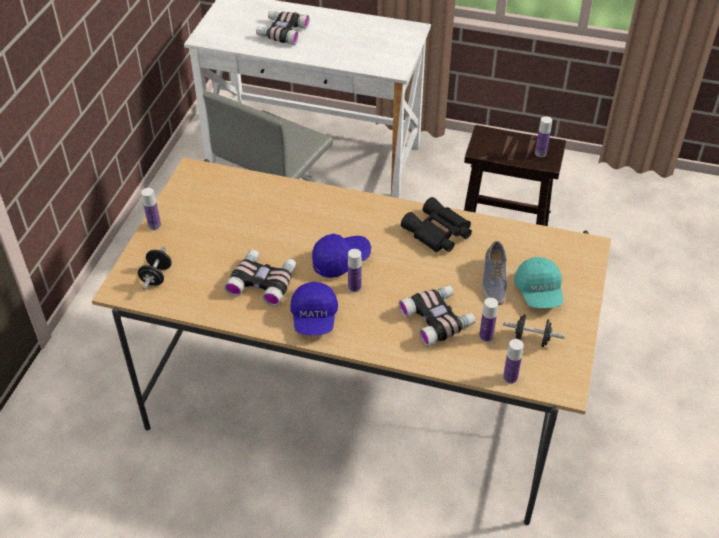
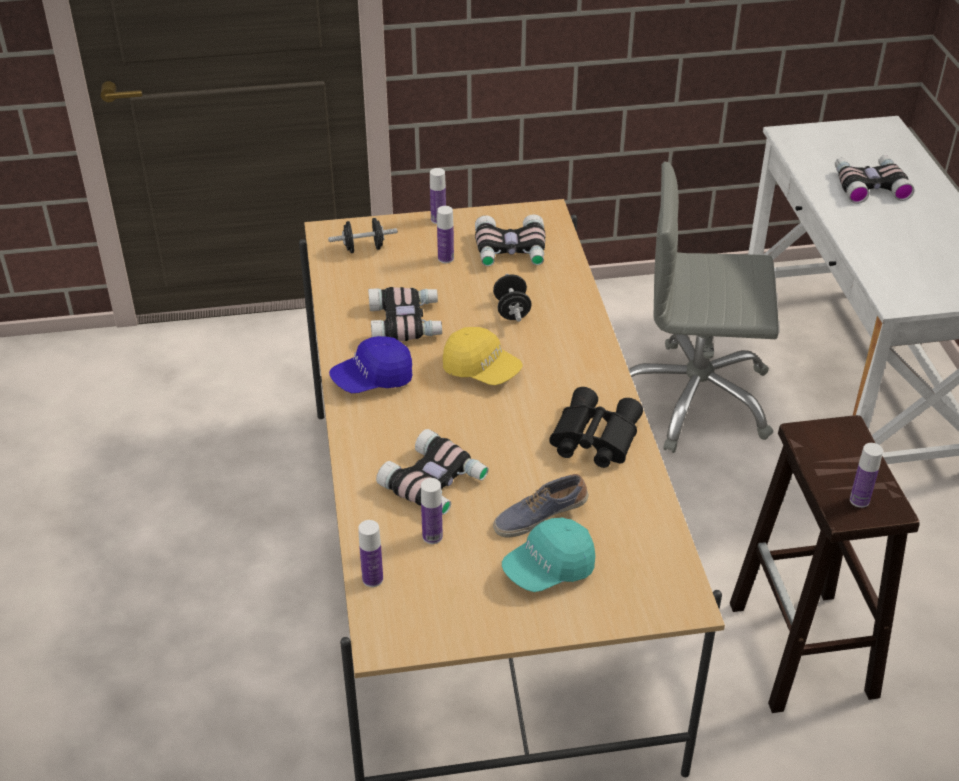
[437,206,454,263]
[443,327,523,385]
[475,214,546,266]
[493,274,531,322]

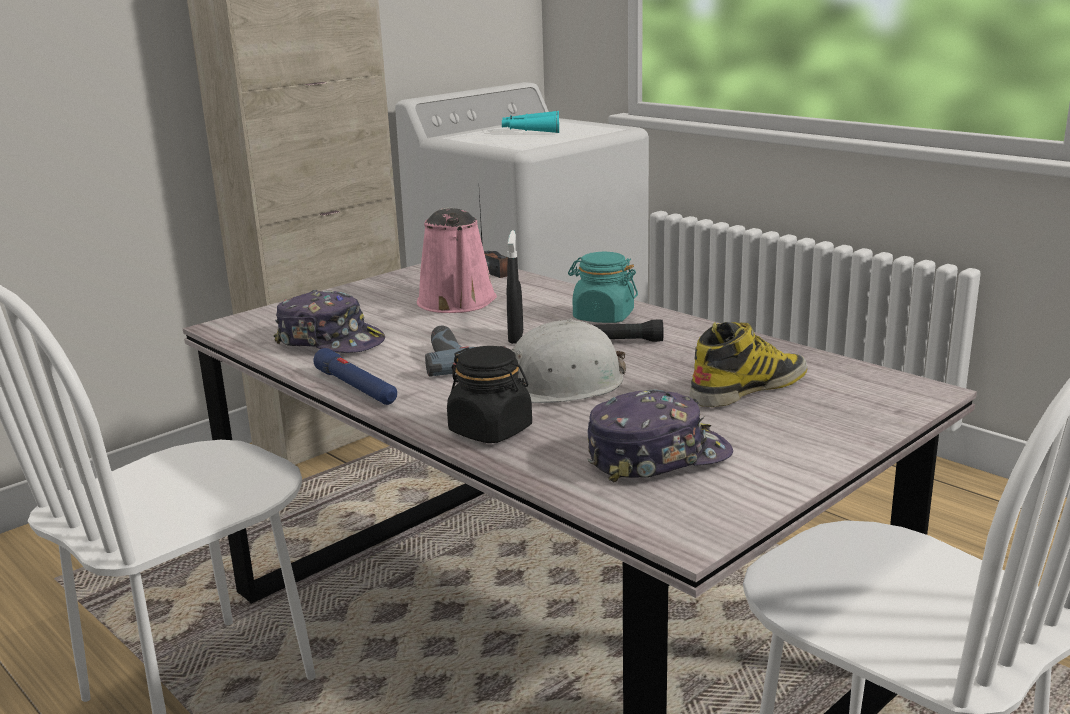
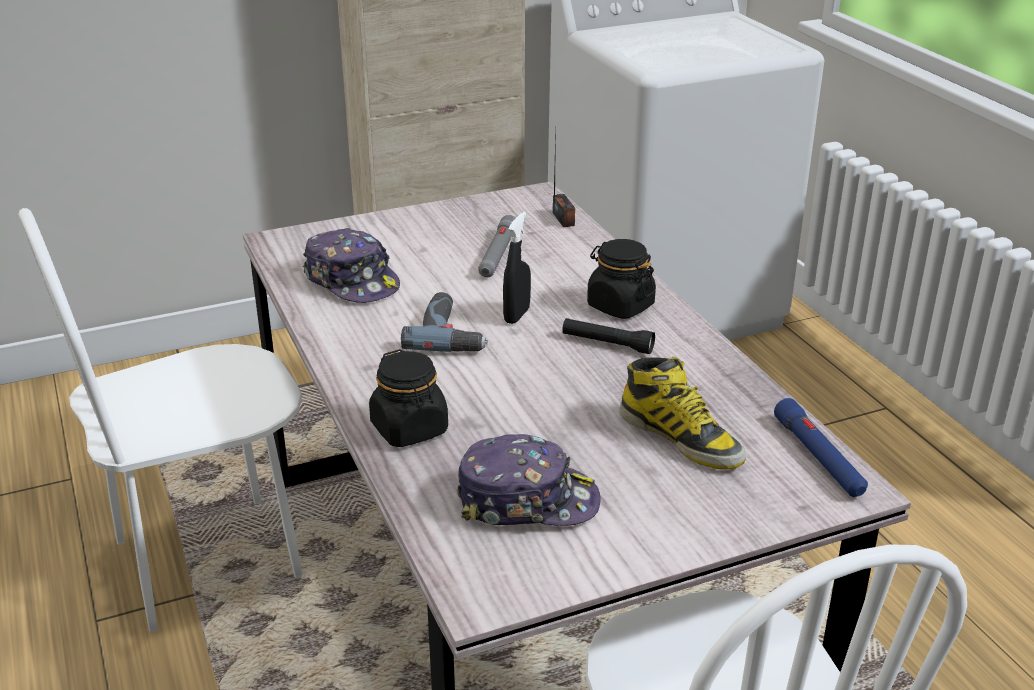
[478,215,516,277]
[587,239,656,319]
[619,357,746,470]
[774,398,868,497]
[502,111,559,133] (first image)
[511,319,626,403] (first image)

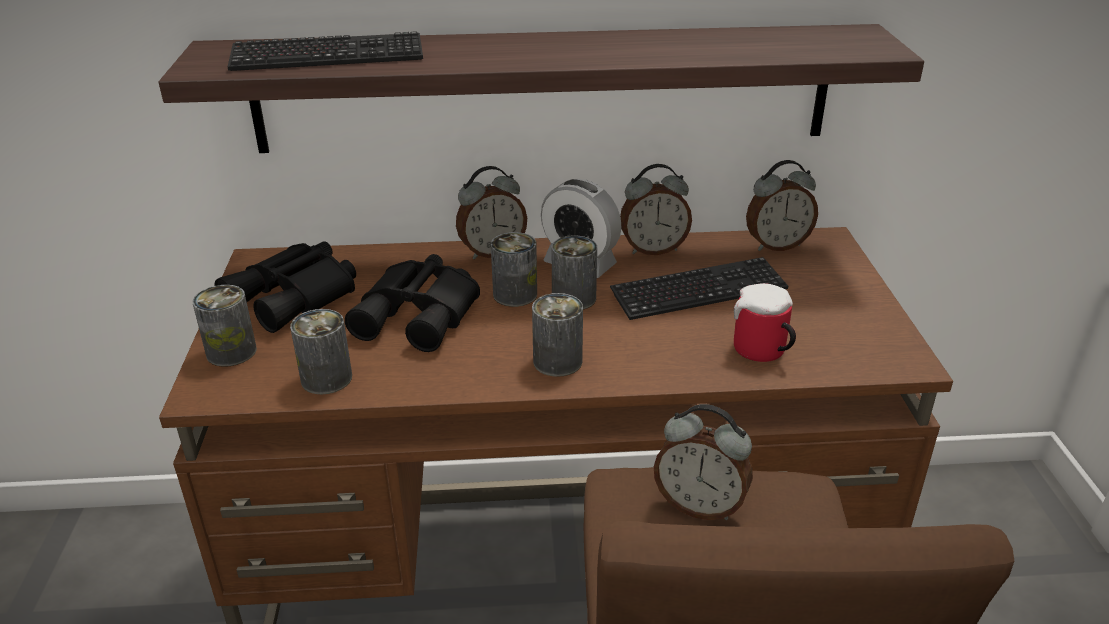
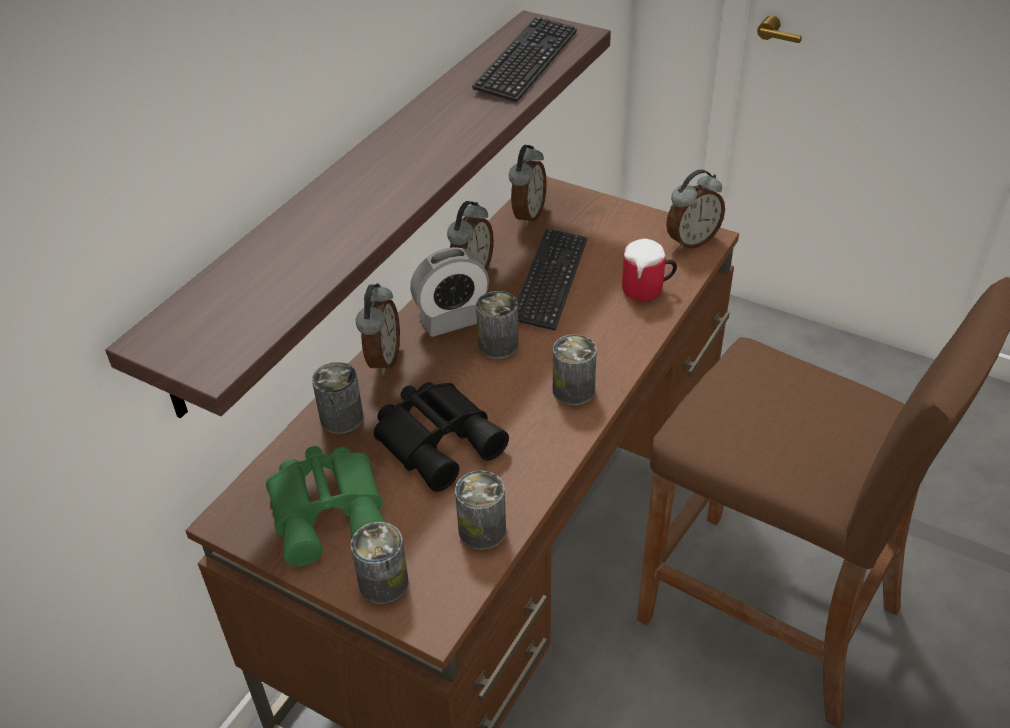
[266,446,385,567]
[312,362,364,434]
[472,17,577,102]
[666,170,725,250]

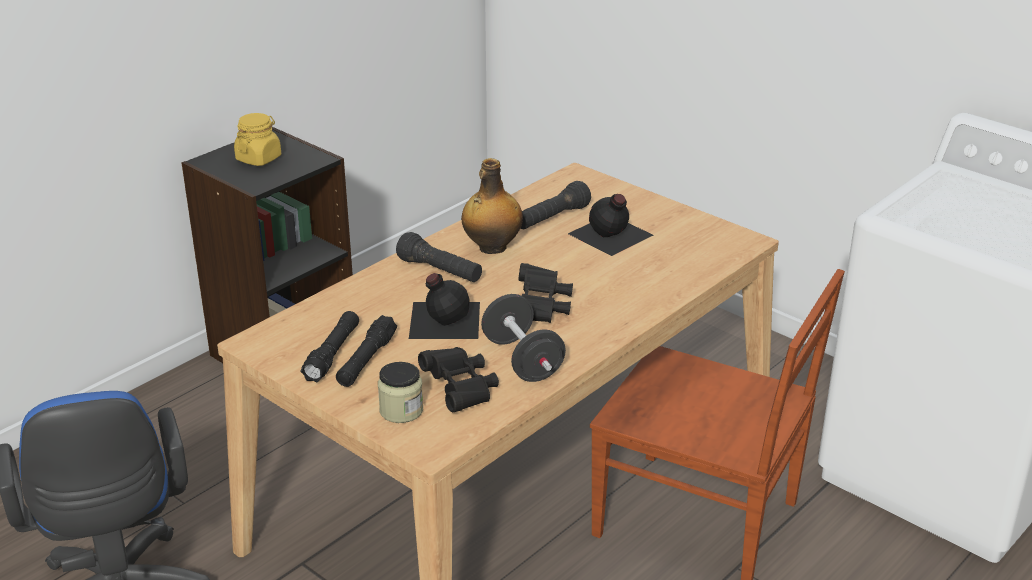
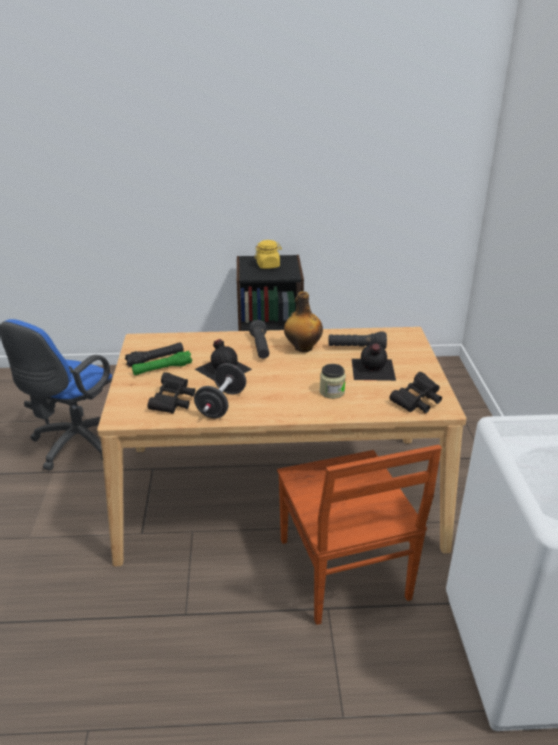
[132,351,192,375]
[320,364,346,399]
[389,372,442,413]

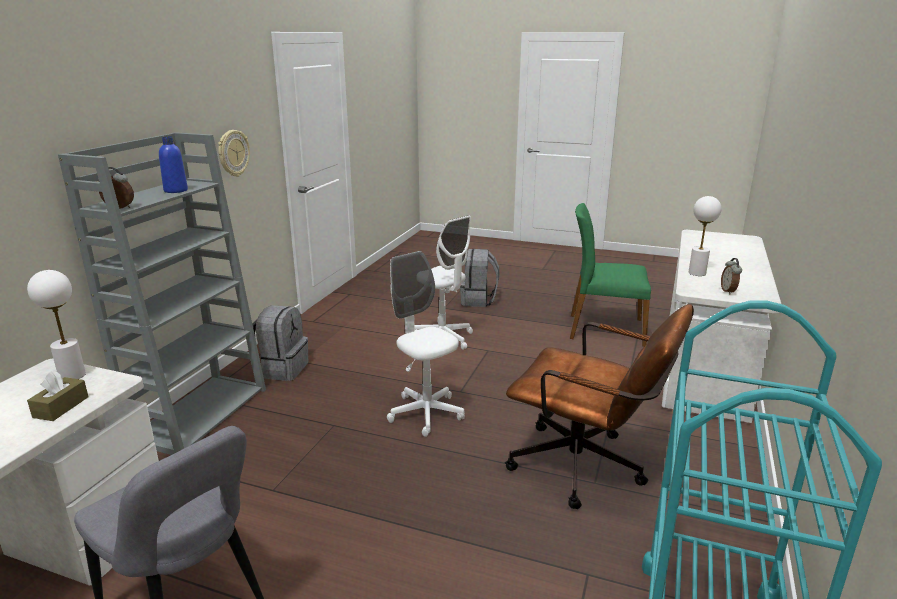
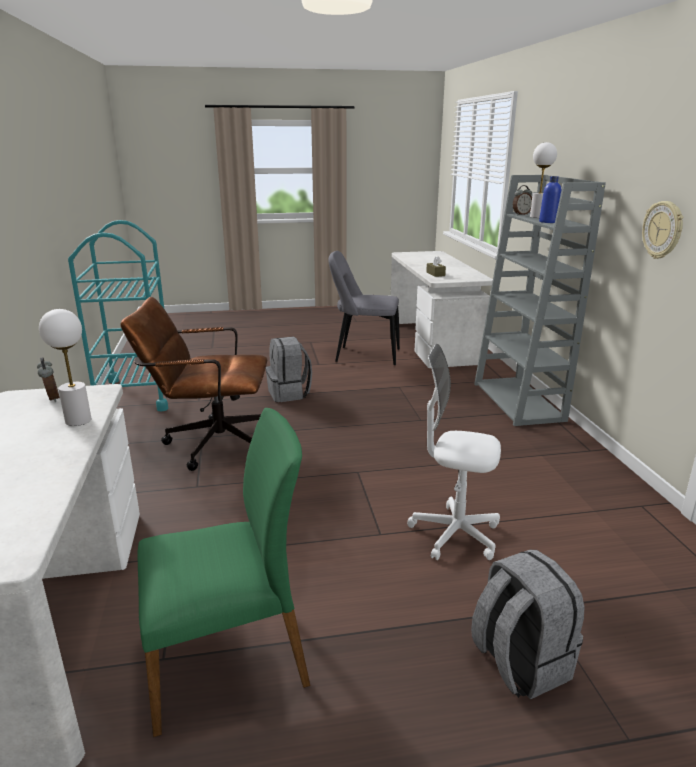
[266,336,312,402]
[530,142,557,218]
[387,251,465,437] (first image)

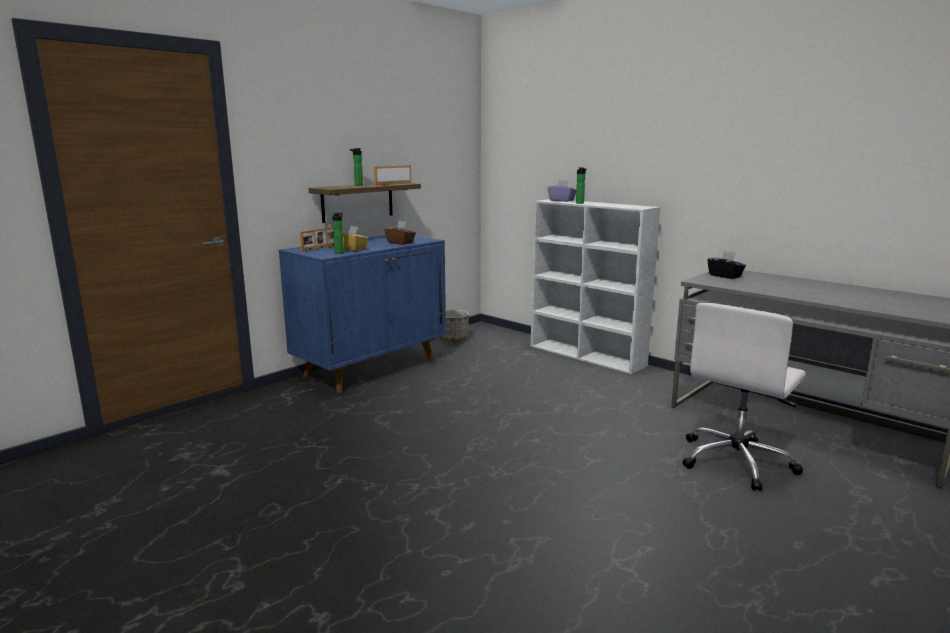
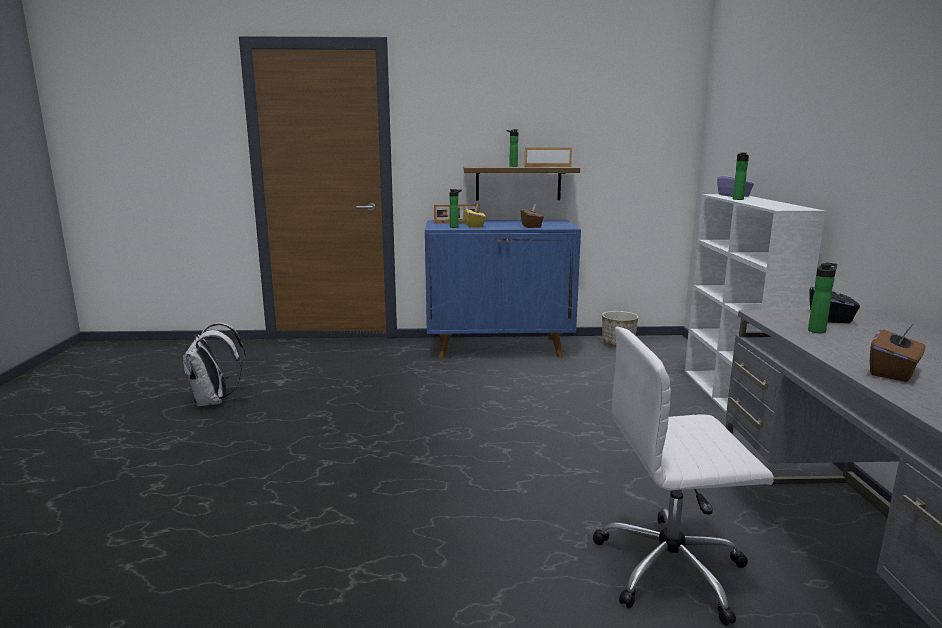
[183,323,246,406]
[808,263,837,333]
[870,325,926,382]

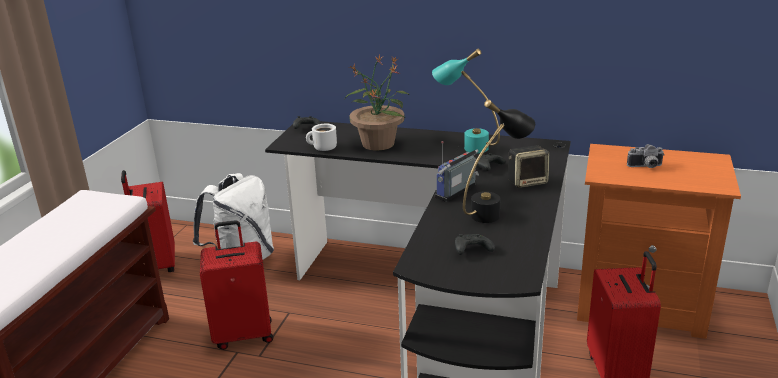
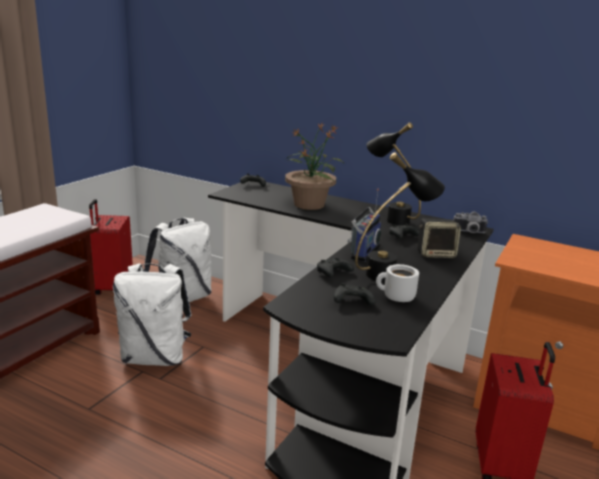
[113,263,192,366]
[317,257,354,277]
[347,188,381,262]
[367,123,421,225]
[376,264,419,302]
[453,211,488,233]

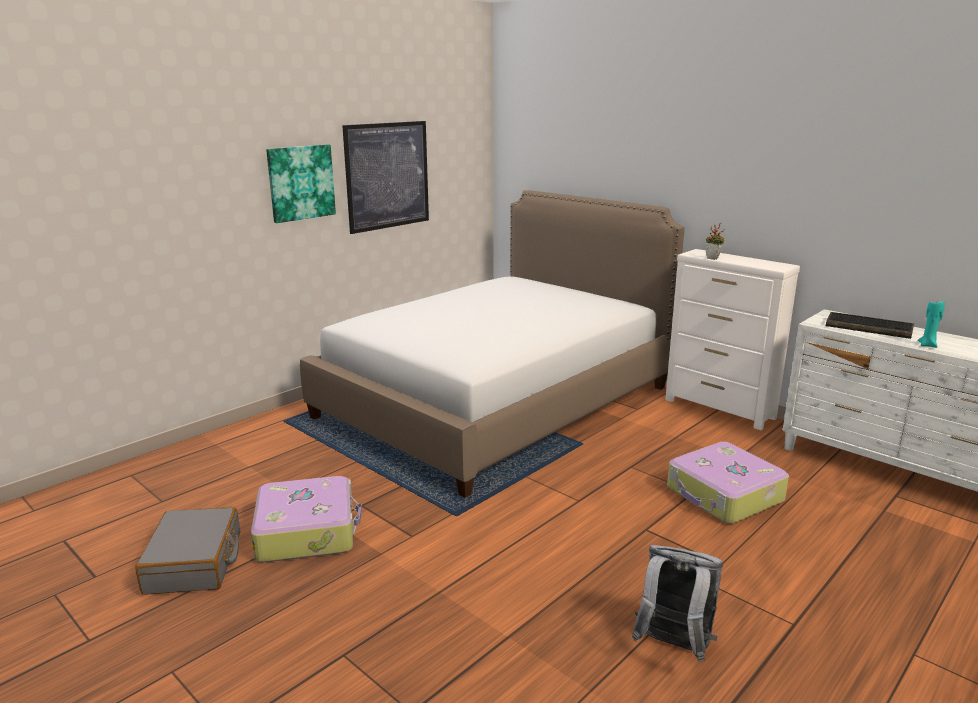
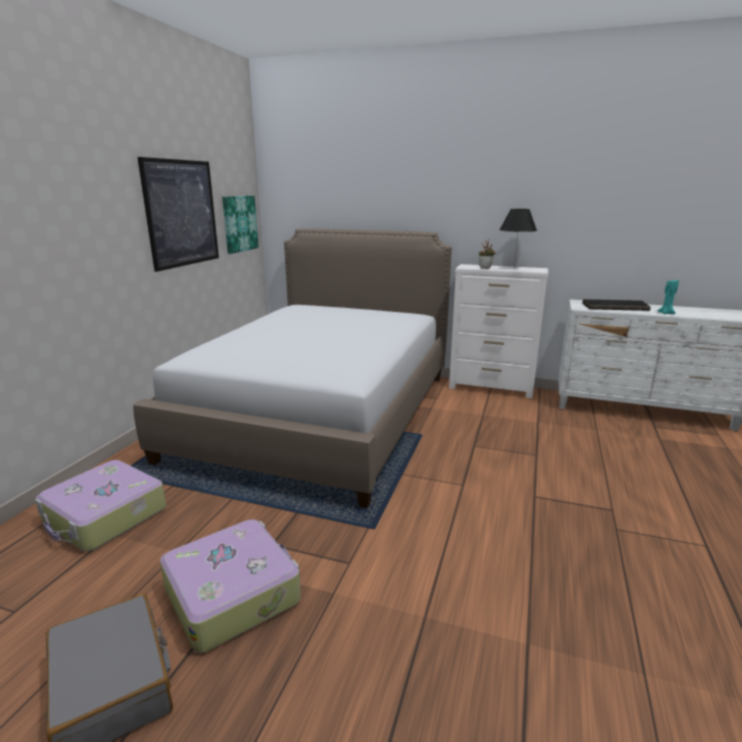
[35,460,166,551]
[222,196,259,254]
[499,209,537,268]
[632,545,723,662] (first image)

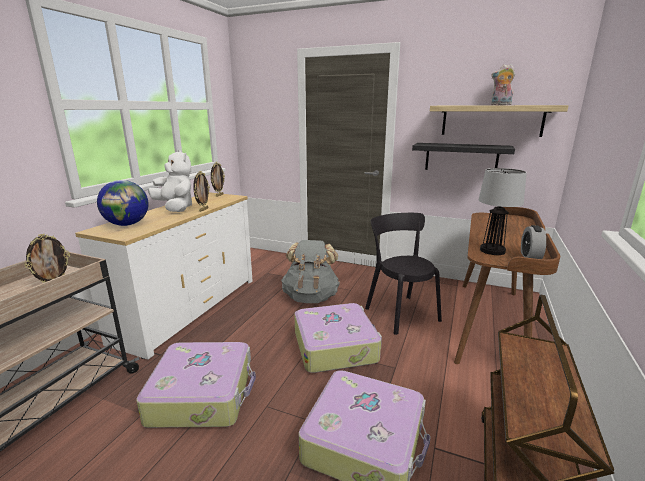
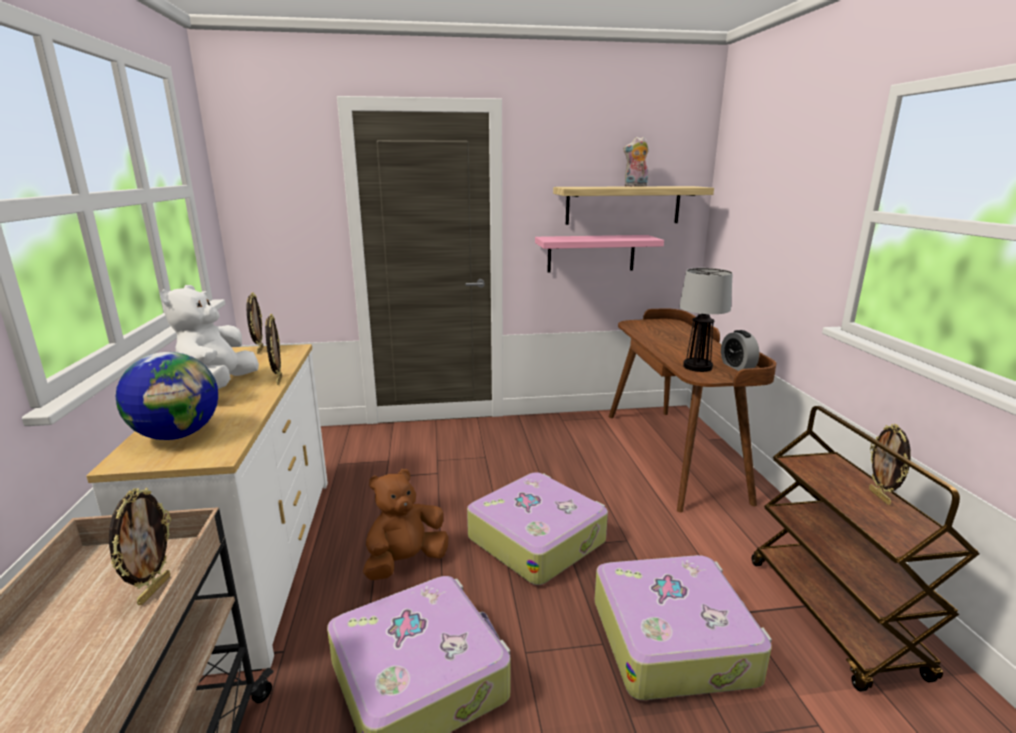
[160,285,259,389]
[363,469,448,580]
[535,235,664,272]
[869,424,911,505]
[281,240,340,303] (first image)
[365,213,442,335] (first image)

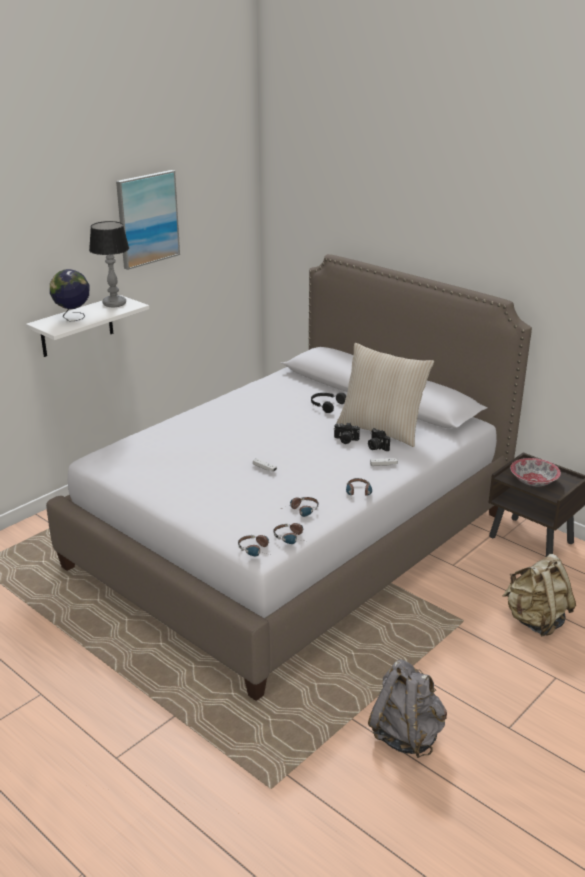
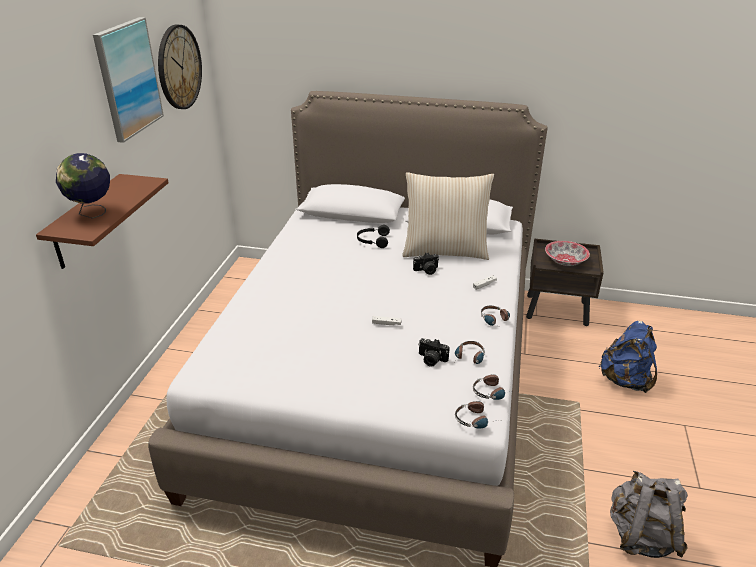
[36,174,169,269]
[158,25,202,109]
[418,338,450,367]
[598,321,657,393]
[89,221,129,307] (first image)

